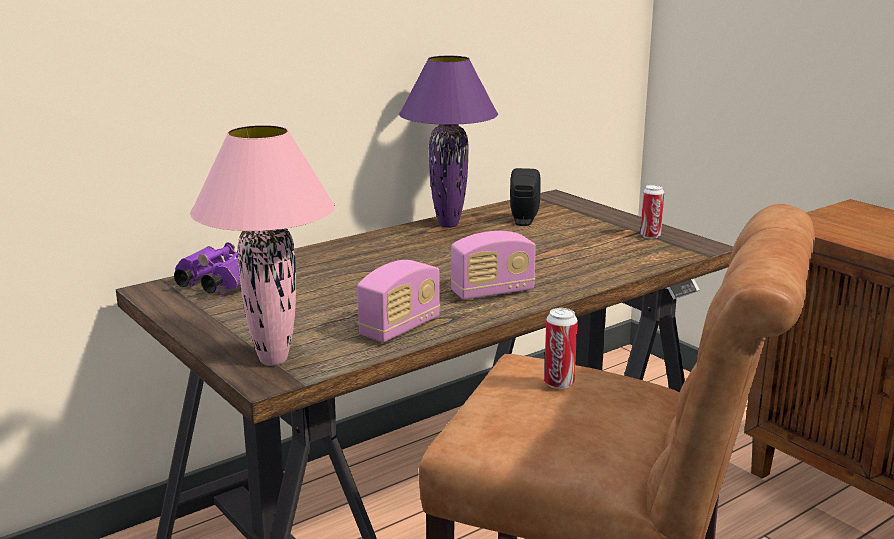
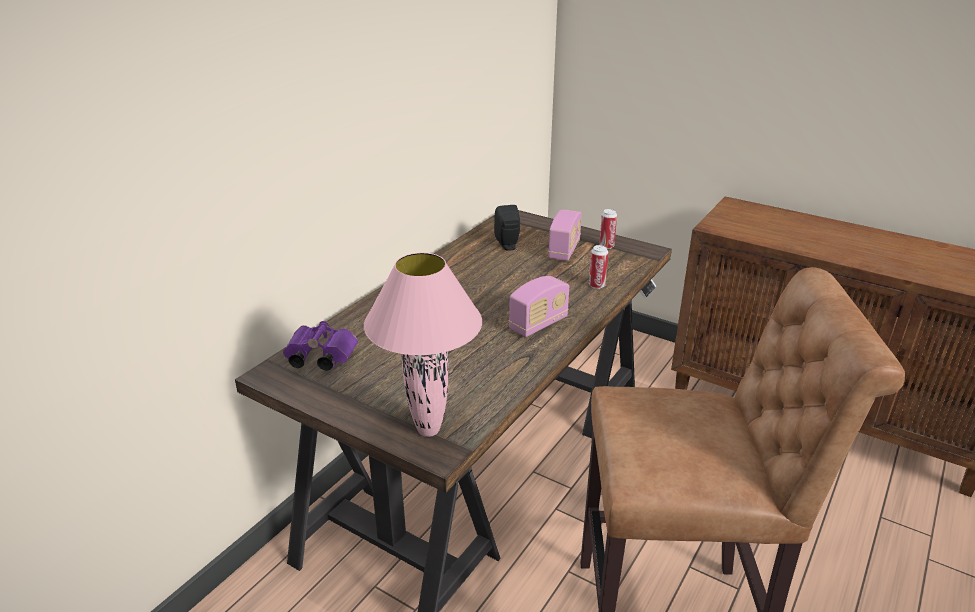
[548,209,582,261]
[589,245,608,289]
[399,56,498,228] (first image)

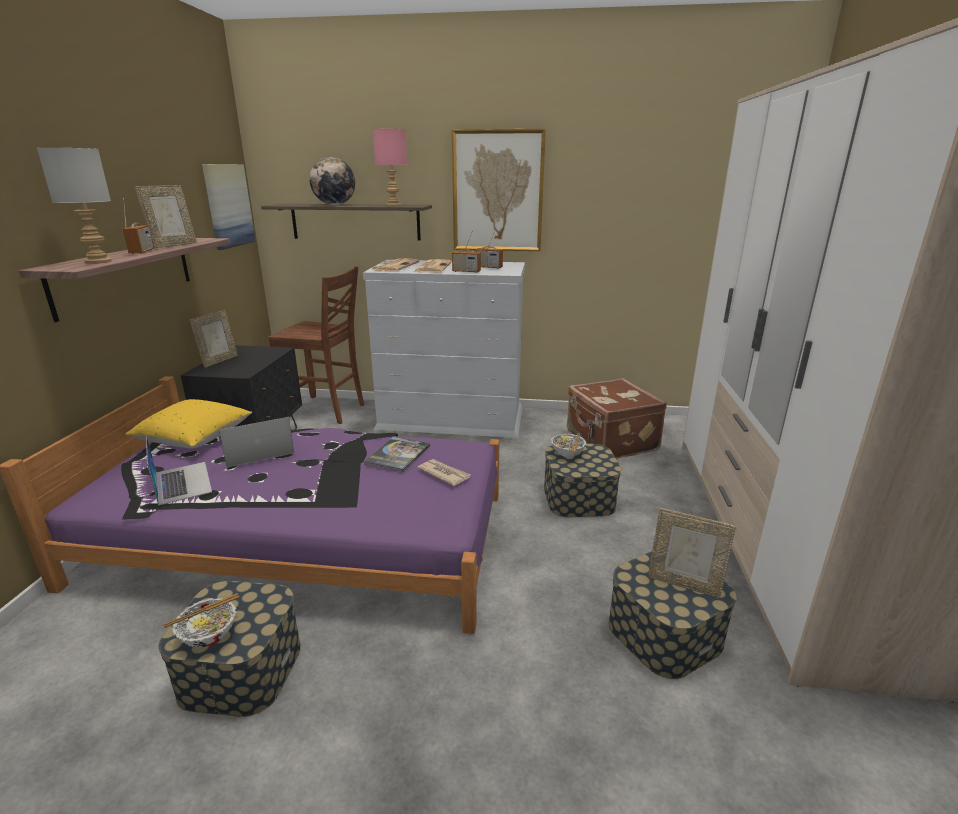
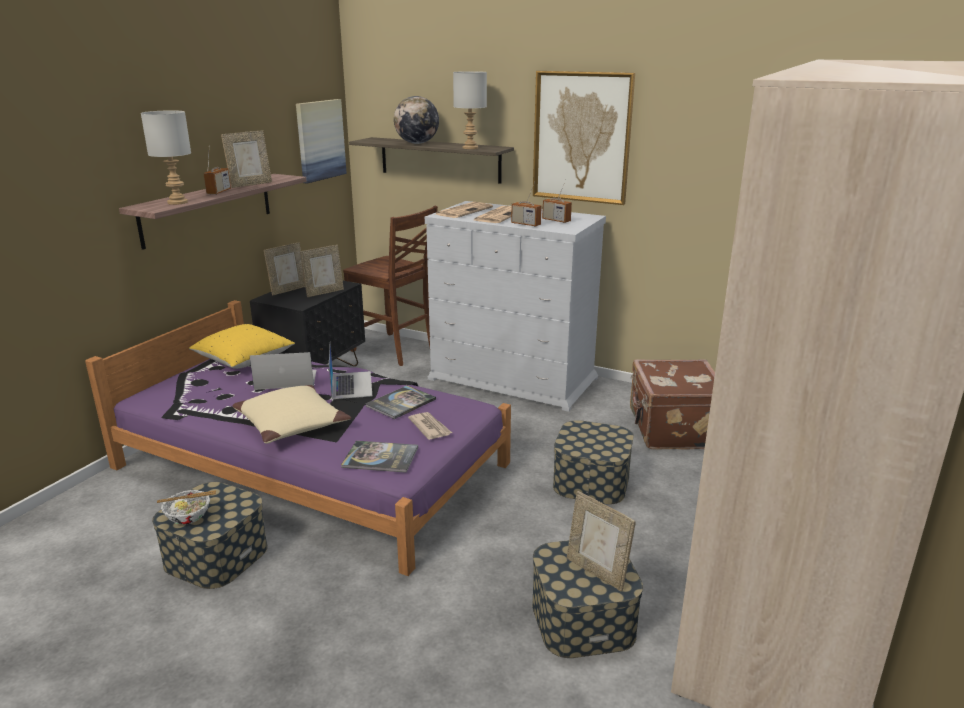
[233,385,351,444]
[300,245,344,297]
[329,345,372,399]
[341,441,418,473]
[453,71,487,149]
[551,433,587,457] (first image)

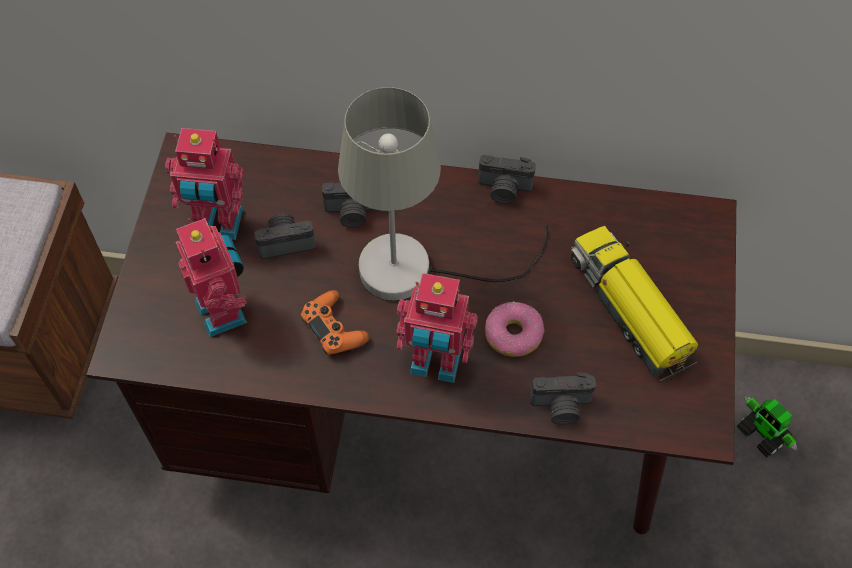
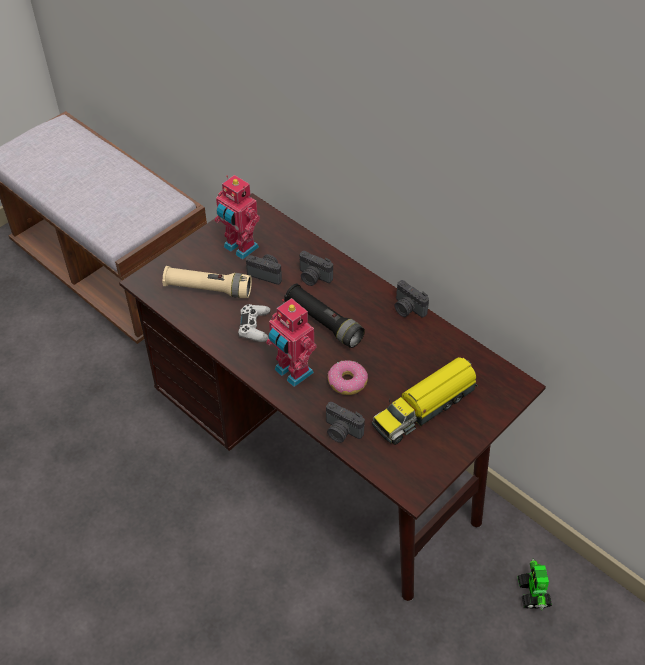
[162,266,252,298]
[238,304,271,342]
[284,284,365,348]
[372,357,478,445]

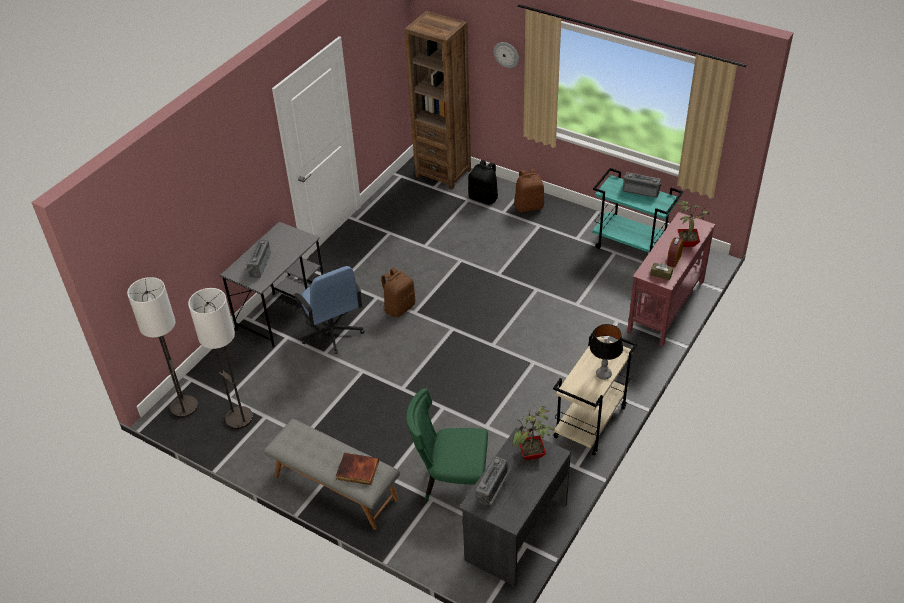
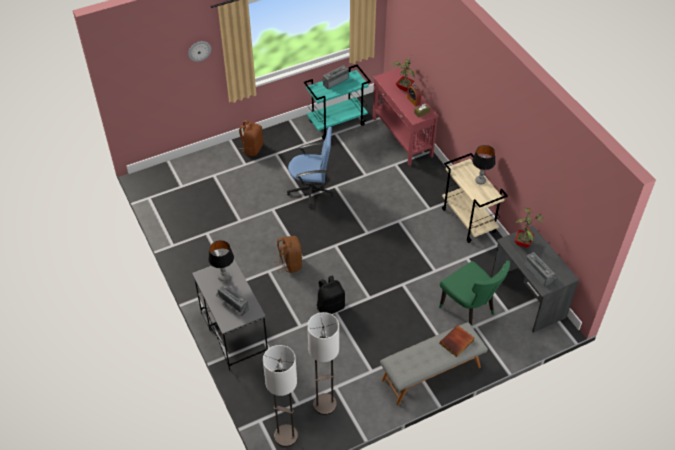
[208,240,234,281]
[287,127,334,208]
[317,275,345,314]
[439,260,510,326]
[405,11,471,190] (first image)

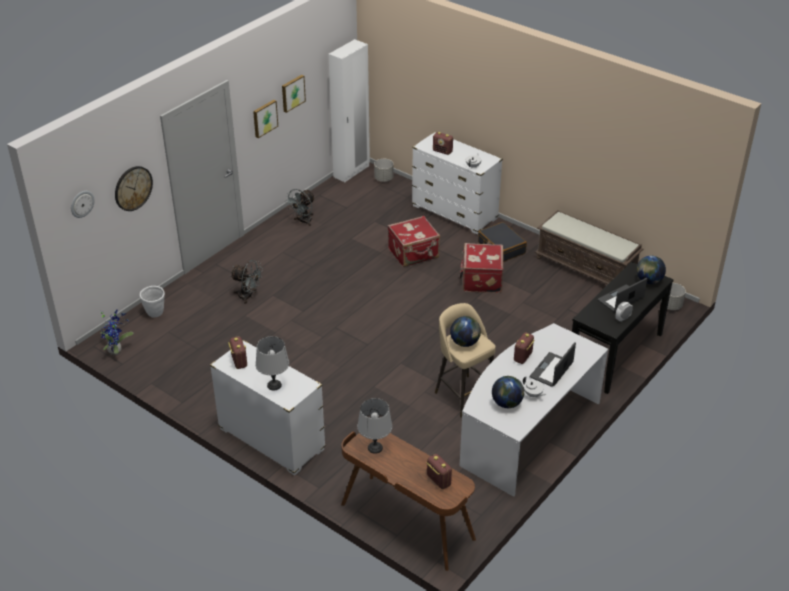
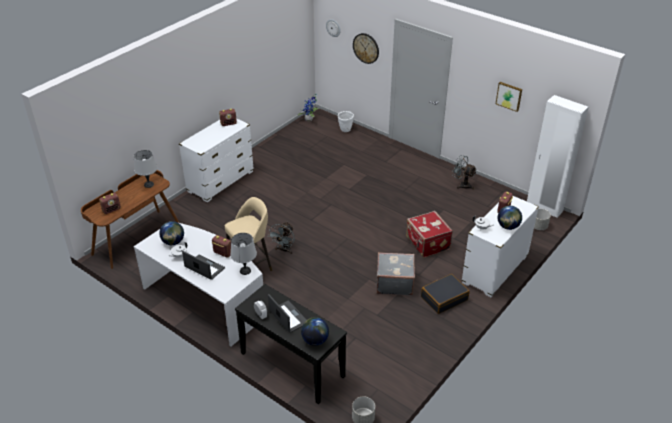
[230,233,257,275]
[269,222,295,254]
[376,252,415,296]
[498,206,522,230]
[253,100,278,138] (first image)
[535,210,643,284] (first image)

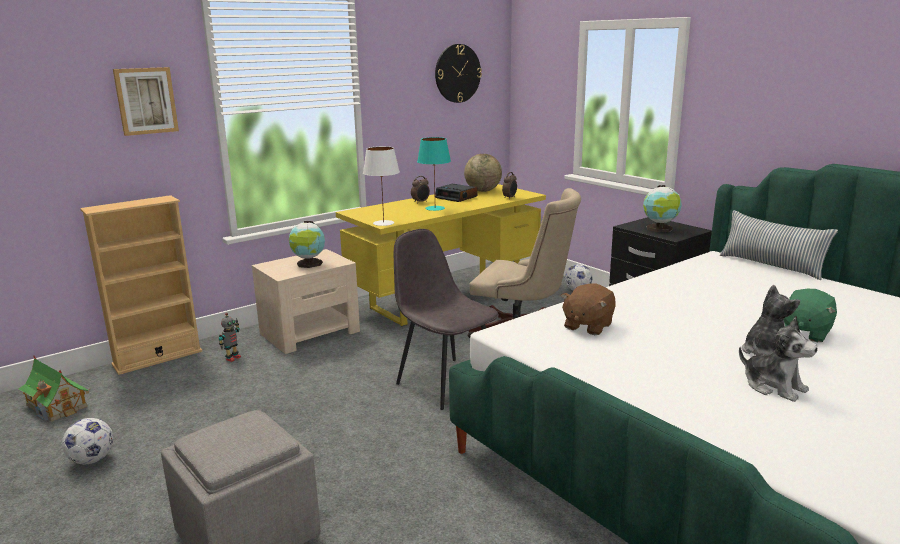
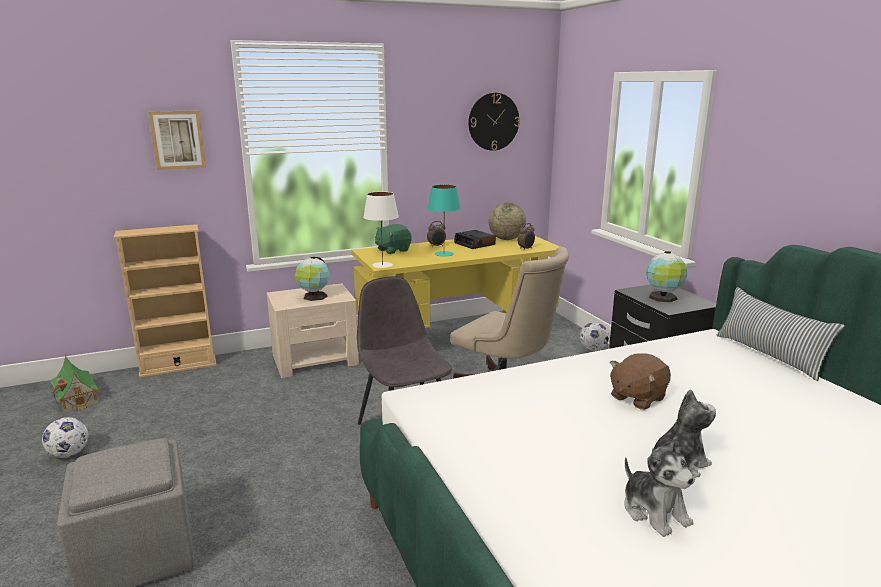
[375,224,412,254]
[610,353,671,410]
[219,313,241,362] (first image)

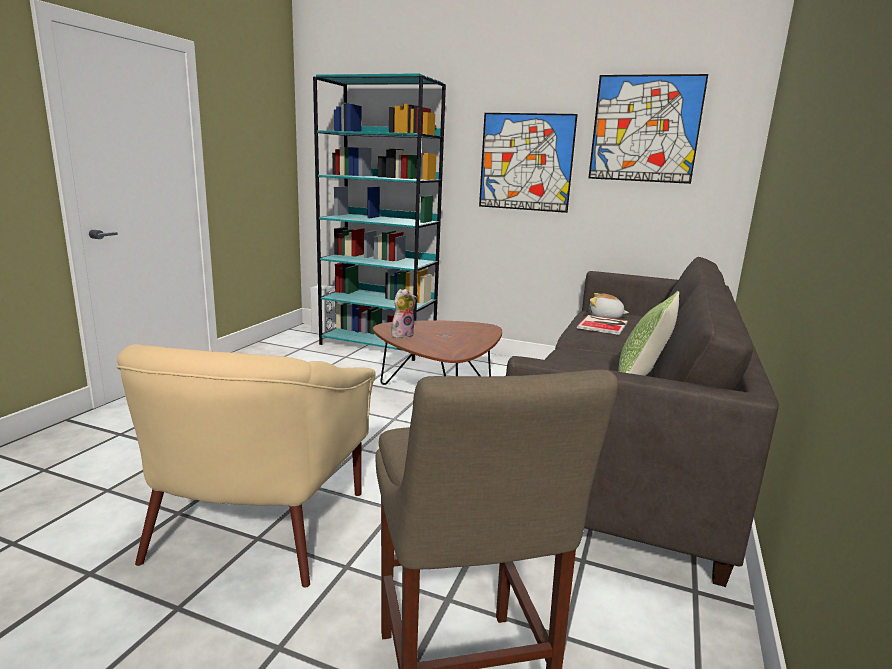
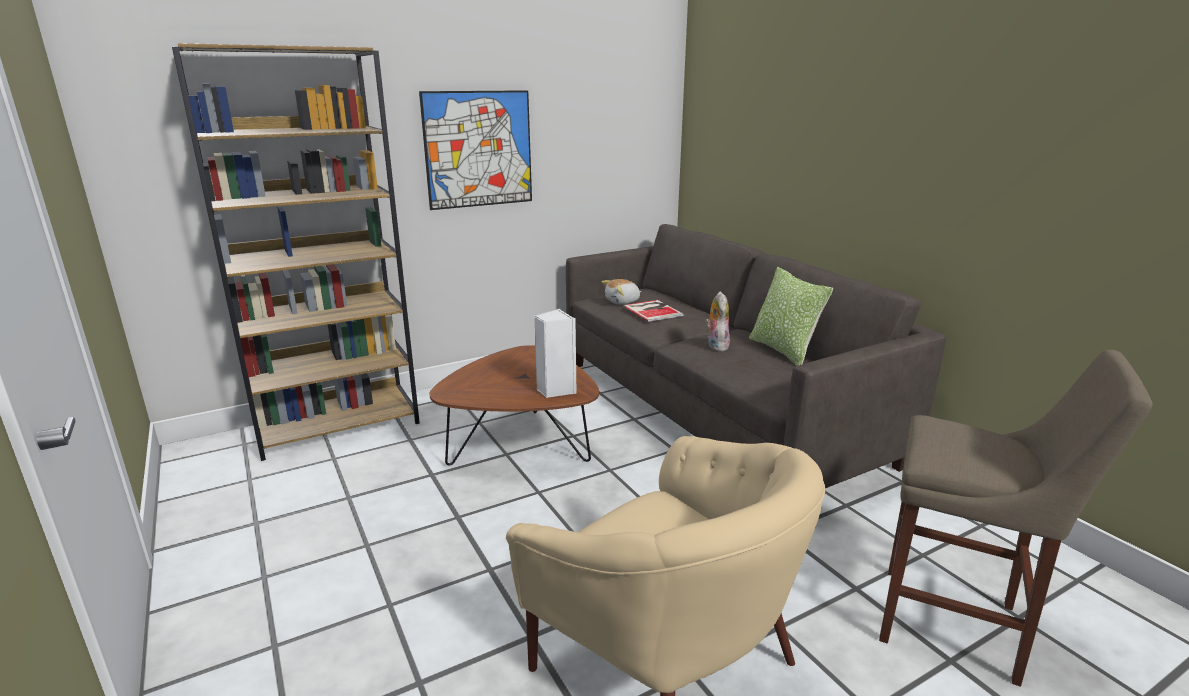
[172,43,420,461]
[534,309,576,398]
[705,291,730,351]
[588,74,708,184] (first image)

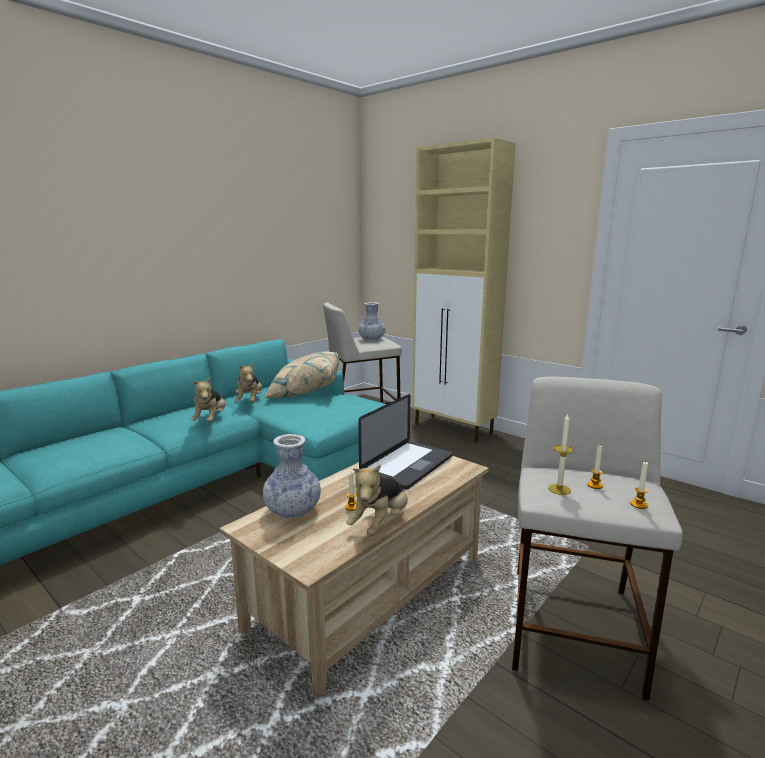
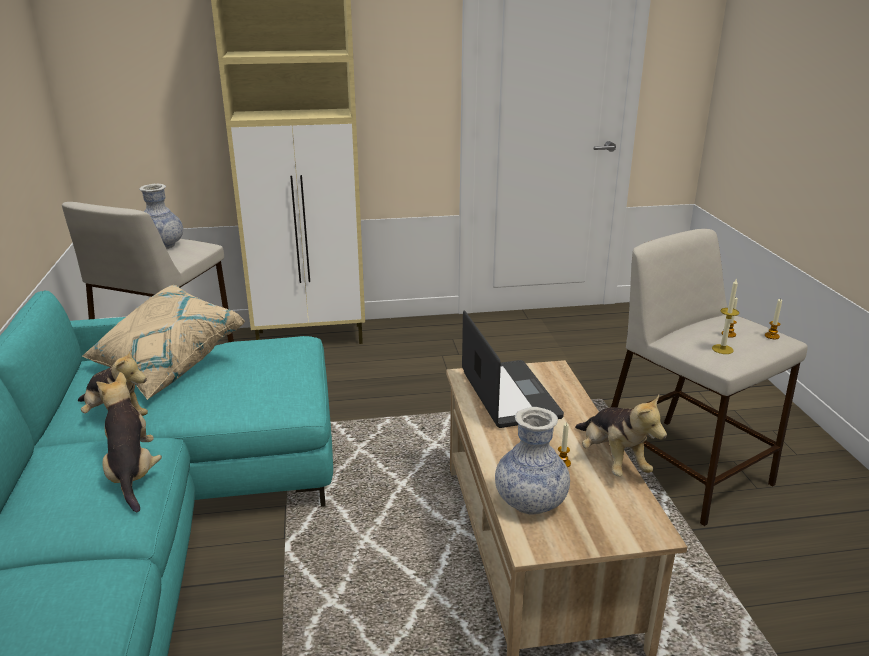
[96,372,162,512]

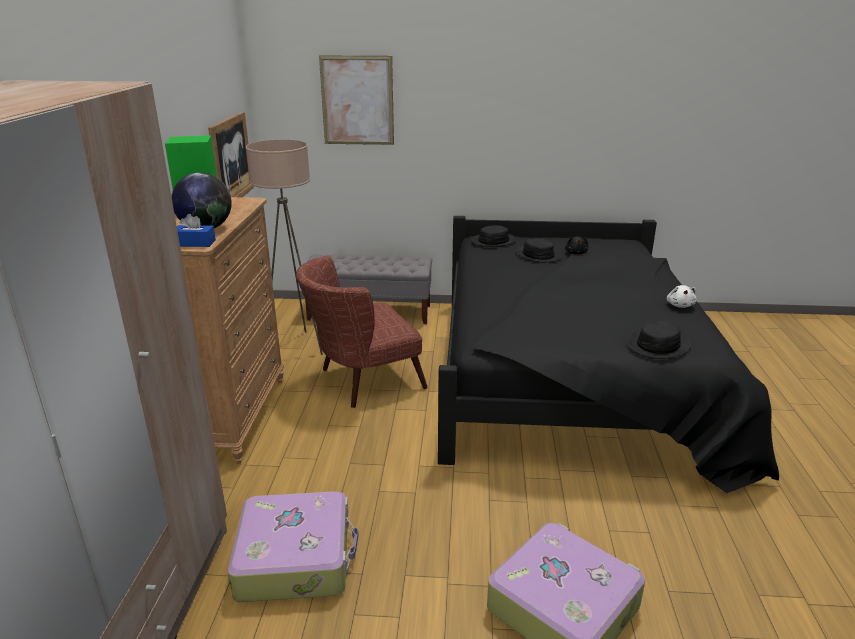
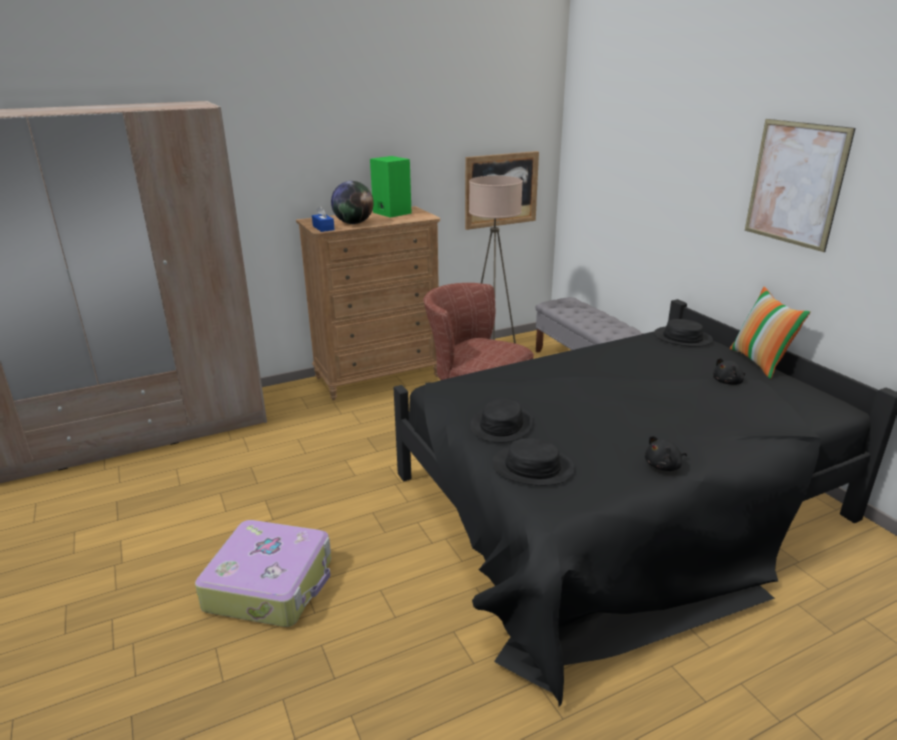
[470,398,534,443]
[645,436,687,471]
[730,287,811,379]
[745,119,855,252]
[228,492,359,602] (first image)

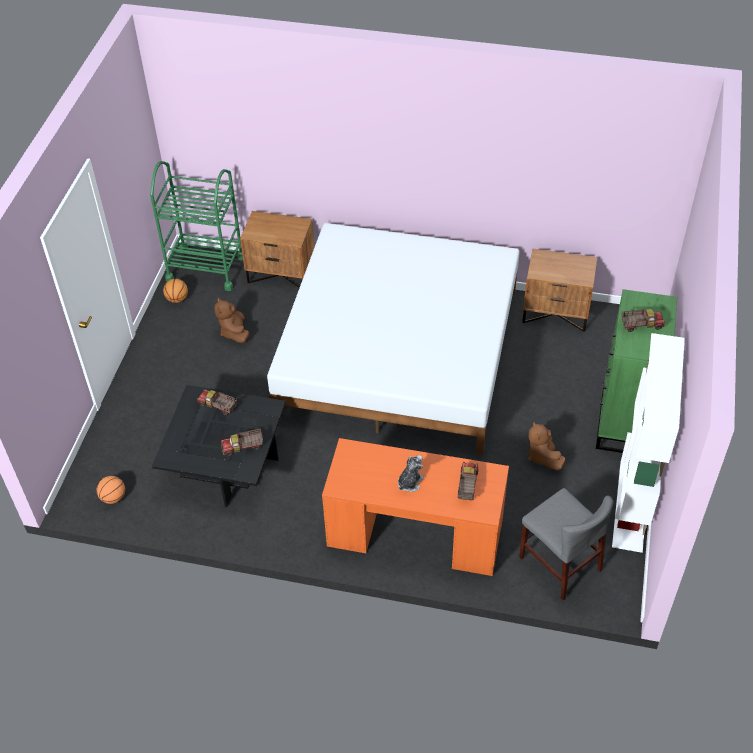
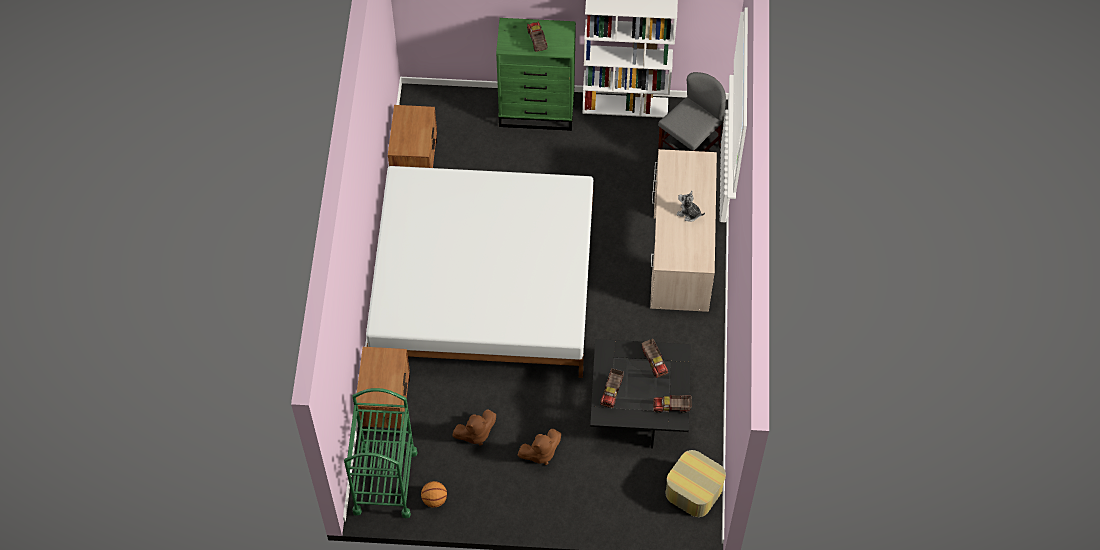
[517,429,561,465]
[650,149,717,312]
[653,395,692,413]
[665,450,726,517]

